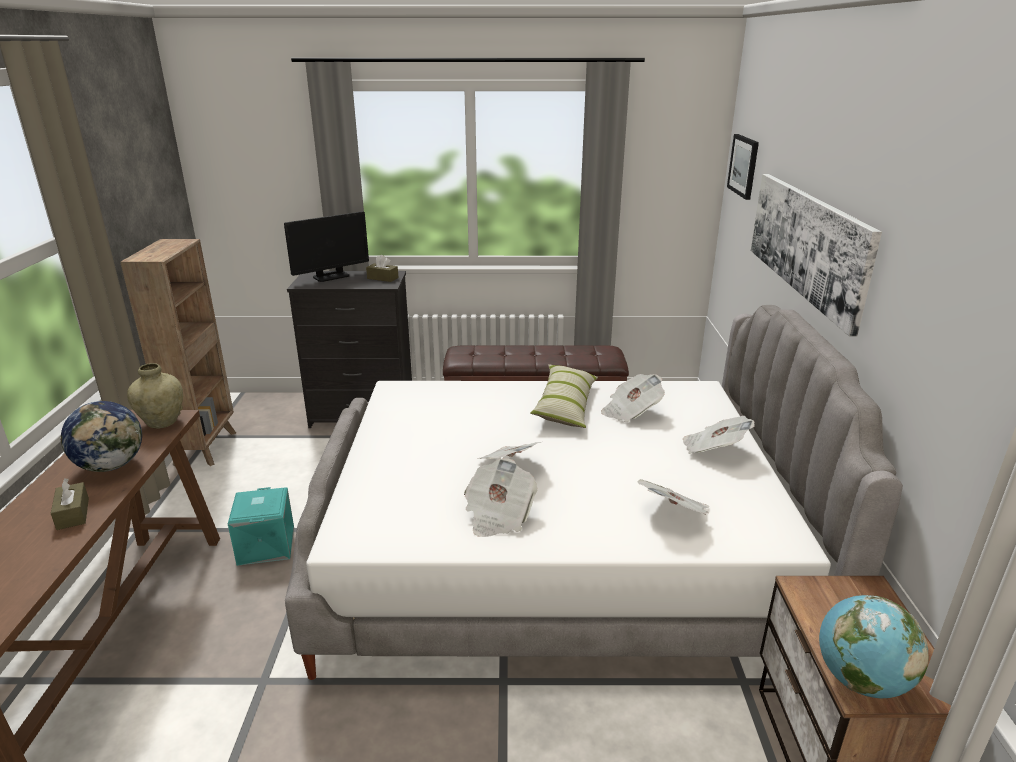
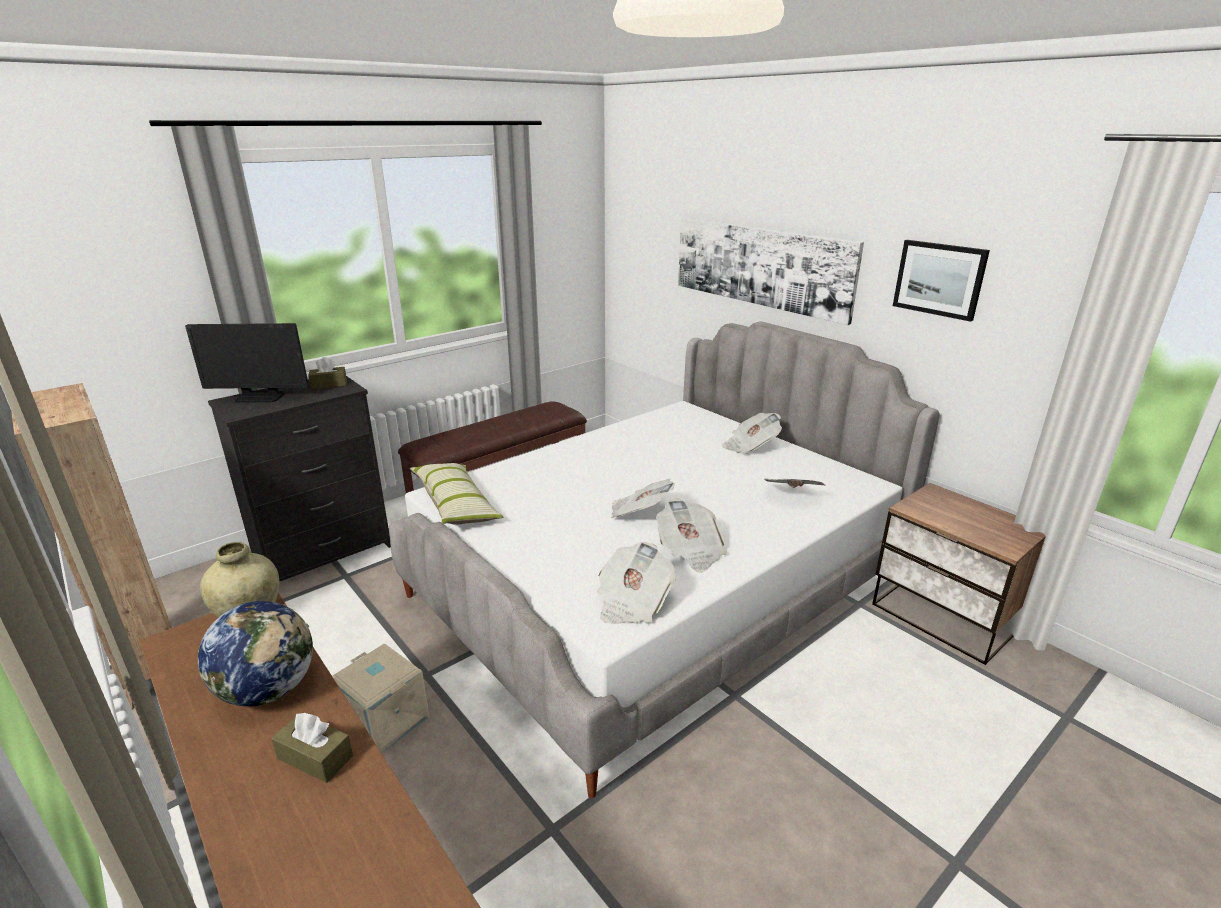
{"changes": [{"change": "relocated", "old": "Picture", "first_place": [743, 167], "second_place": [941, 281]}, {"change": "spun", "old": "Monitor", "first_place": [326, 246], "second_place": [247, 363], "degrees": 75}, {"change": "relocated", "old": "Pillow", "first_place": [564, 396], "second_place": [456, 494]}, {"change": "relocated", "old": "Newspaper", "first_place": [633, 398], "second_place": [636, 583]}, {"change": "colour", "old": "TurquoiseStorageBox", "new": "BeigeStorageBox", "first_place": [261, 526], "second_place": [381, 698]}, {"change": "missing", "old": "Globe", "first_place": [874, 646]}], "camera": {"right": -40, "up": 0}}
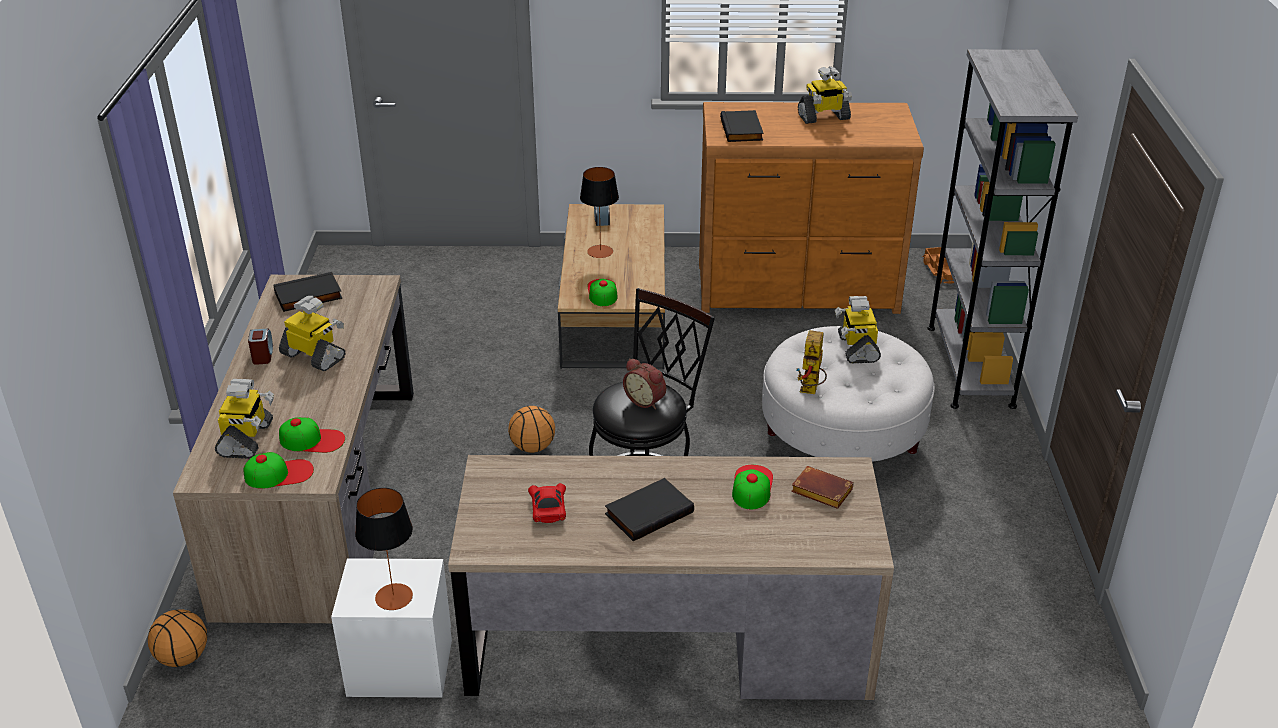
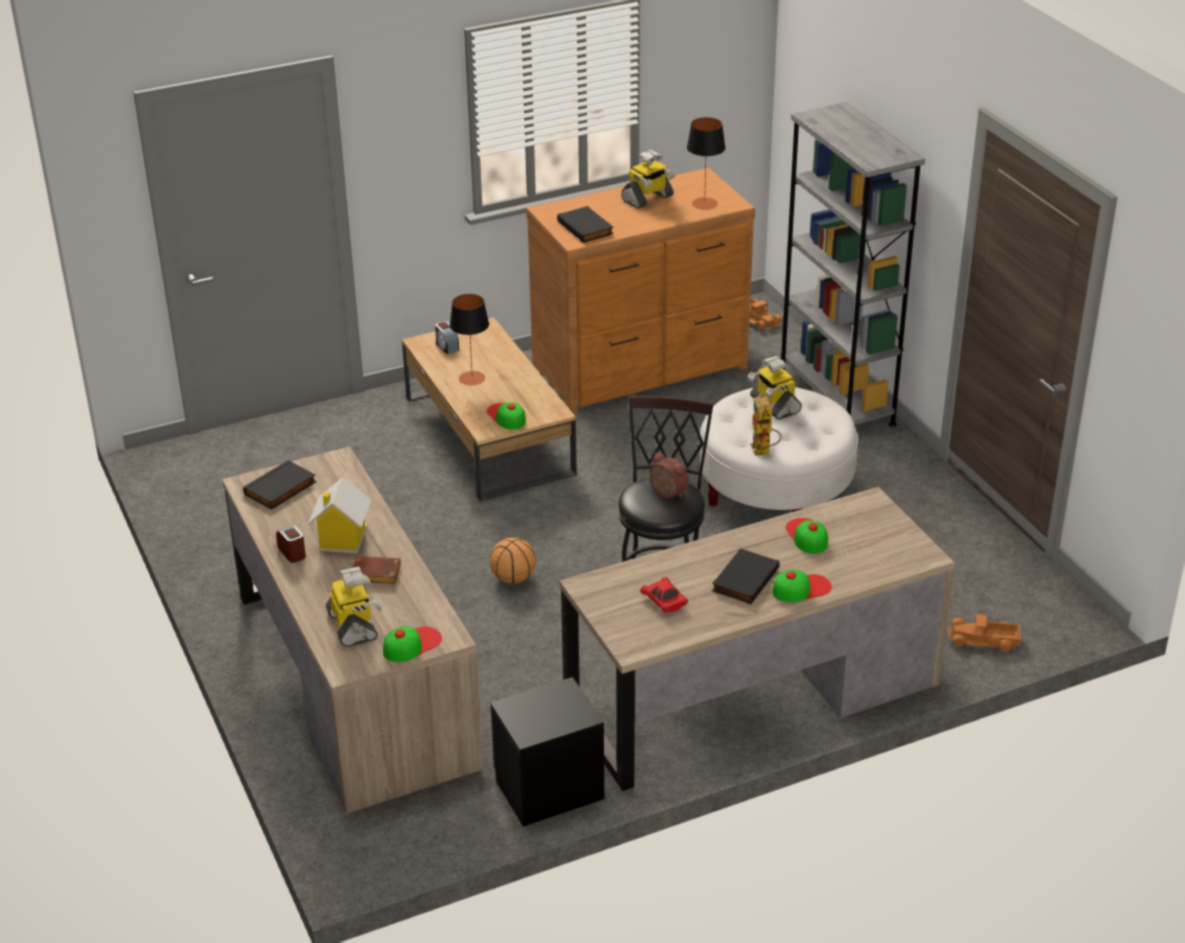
{"changes": [{"change": "exchanged", "old": "ToyRobot", "new": "ToyHouse", "first_place": [312, 333], "second_place": [339, 515]}, {"change": "spun", "old": "AlarmClock", "first_place": [644, 384], "second_place": [669, 475], "degrees": -150}, {"change": "relocated", "old": "Cap", "first_place": [312, 435], "second_place": [802, 585]}, {"change": "relocated", "old": "BrownBook", "first_place": [822, 487], "second_place": [376, 570]}, {"change": "relocated", "old": "TableLamp", "first_place": [384, 549], "second_place": [706, 163]}, {"change": "colour", "old": "WhiteNightstand", "new": "BlackNightstand", "first_place": [391, 628], "second_place": [547, 752]}, {"change": "missing", "old": "Basketball", "first_place": [177, 638]}, {"change": "appeared", "new": "ToyTruck", "second_place": [984, 633]}], "camera": {"right": -25, "up": 0}}
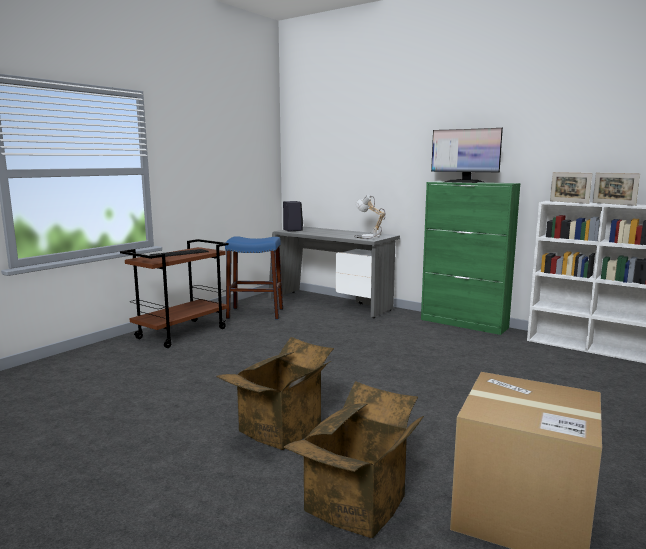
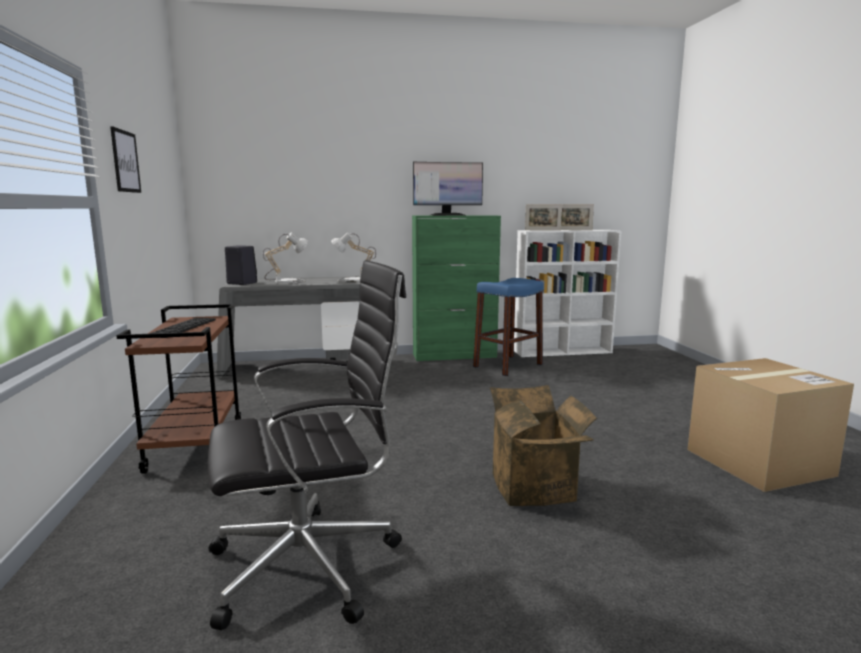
{"changes": [{"change": "relocated", "old": "BlueStool", "first_place": [254, 277], "second_place": [508, 327]}, {"change": "missing", "old": "CardboardBox", "first_place": [353, 459]}, {"change": "appeared", "new": "Picture", "second_place": [125, 159]}, {"change": "appeared", "new": "TableLamp", "second_place": [285, 257]}, {"change": "appeared", "new": "BlackOfficeChair", "second_place": [307, 445]}], "camera": {"right": -45, "up": 0}}
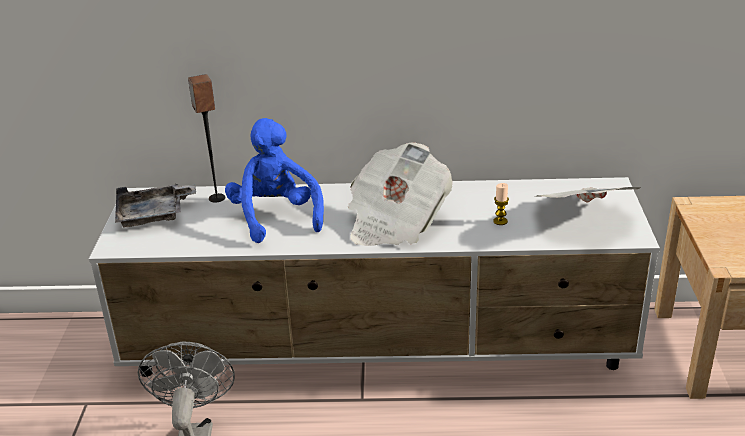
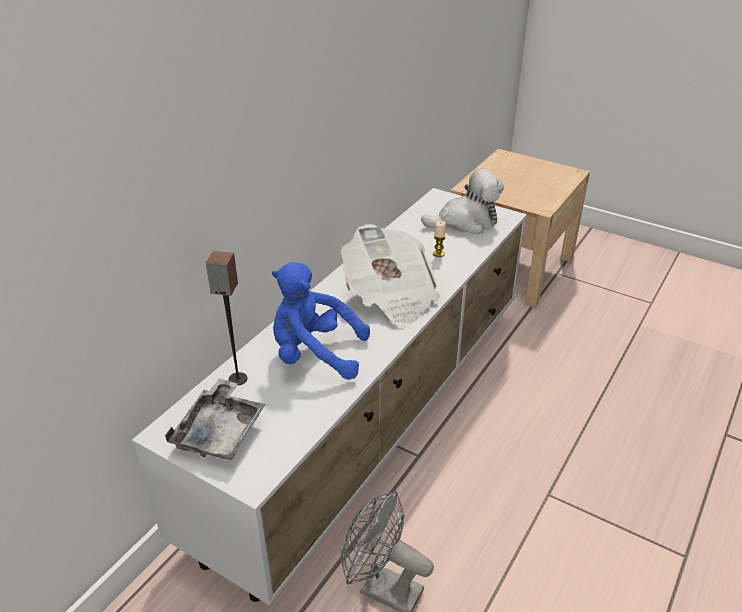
{"changes": [{"change": "exchanged", "old": "Newspaper", "new": "PlushToy", "first_place": [588, 195], "second_place": [462, 201]}], "camera": {"right": -60, "up": 5}}
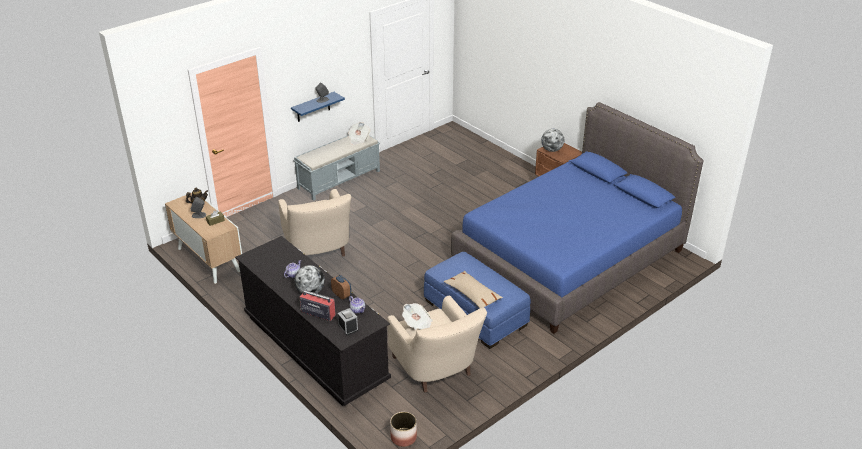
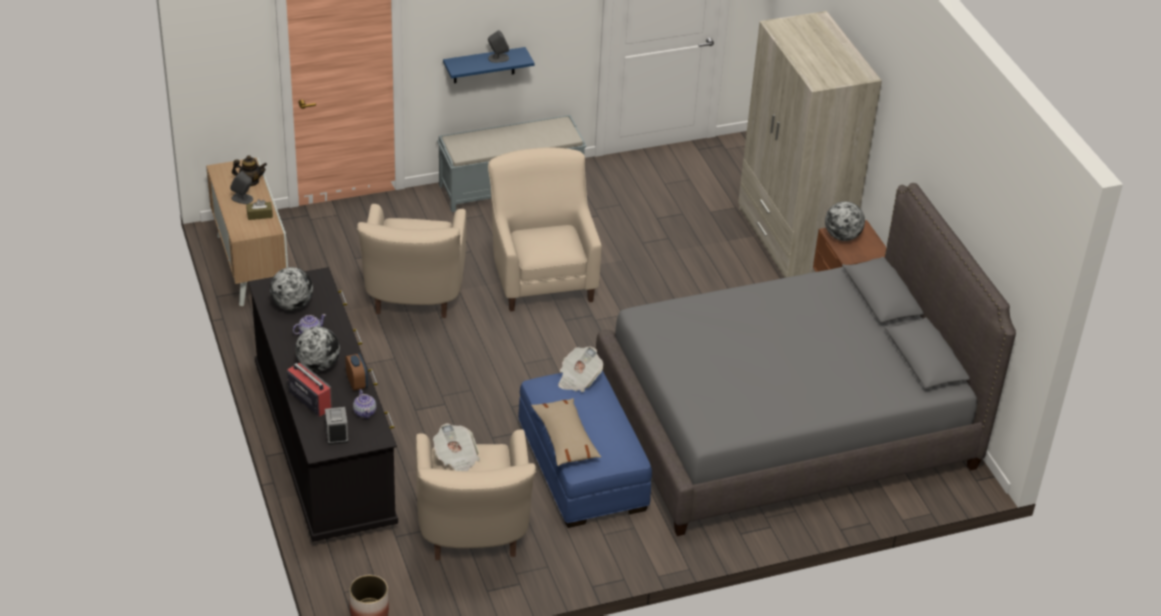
{"changes": [{"change": "colour", "old": "BlueBed", "new": "GreyBed", "first_place": [577, 218], "second_place": [806, 359]}, {"change": "relocated", "old": "Newspaper", "first_place": [359, 133], "second_place": [580, 369]}, {"change": "appeared", "new": "BeigeWardrobe", "second_place": [810, 144]}, {"change": "appeared", "new": "BeigeArmchair", "second_place": [545, 229]}, {"change": "appeared", "new": "Globe", "second_place": [291, 288]}], "camera": {"right": 20, "up": 5}}
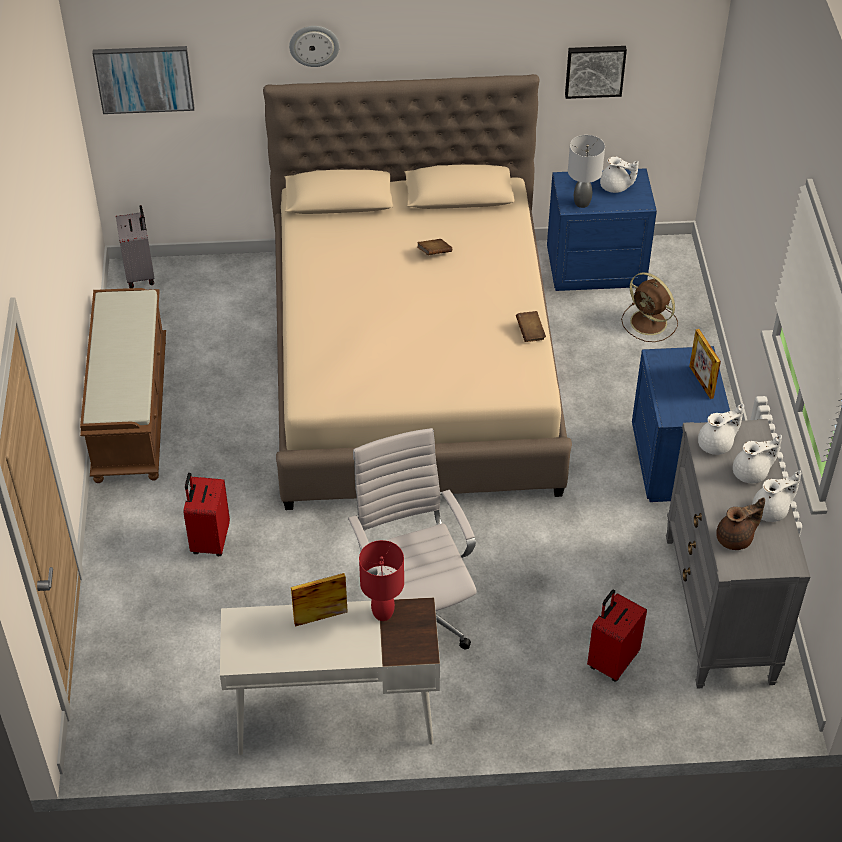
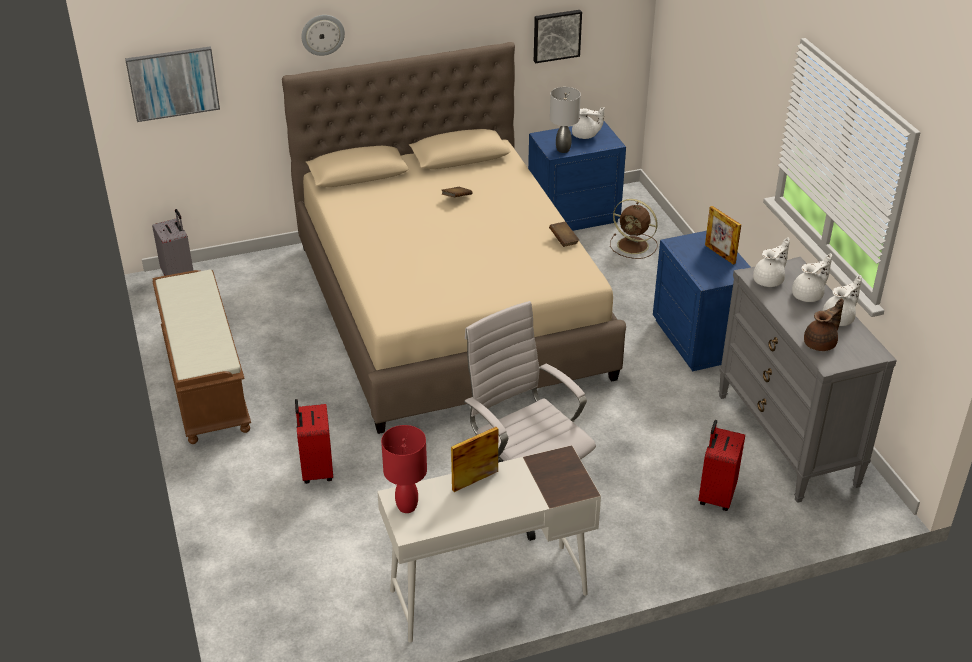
{"changes": [{"change": "relocated", "old": "RedTableLamp", "first_place": [381, 580], "second_place": [404, 469]}], "camera": {"right": -15, "up": -10}}
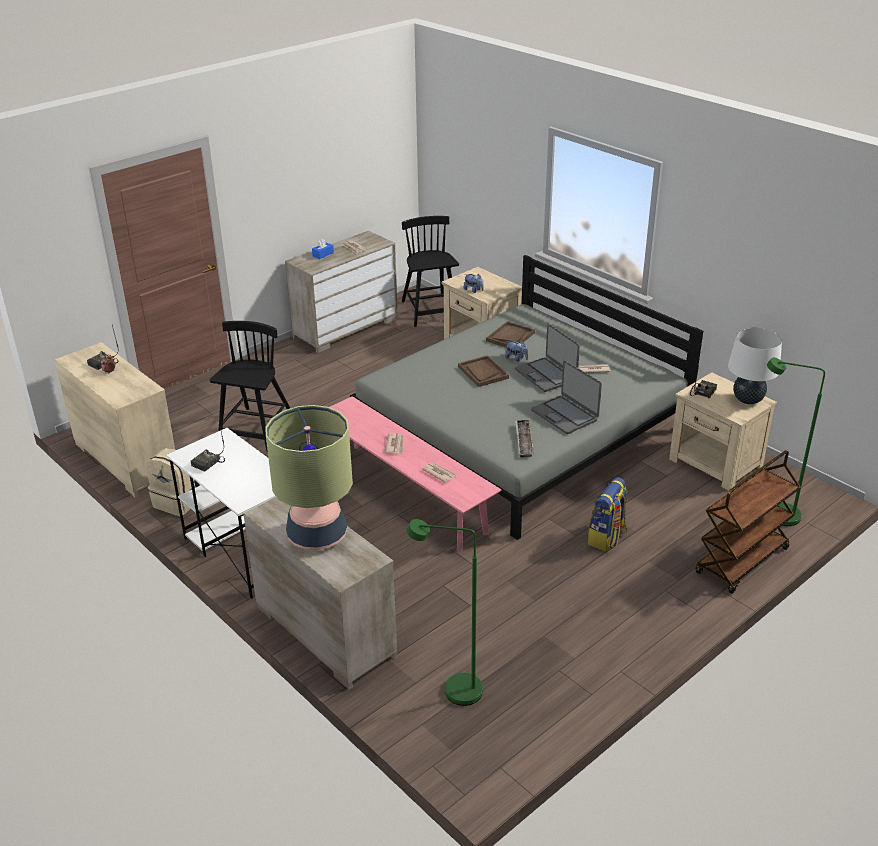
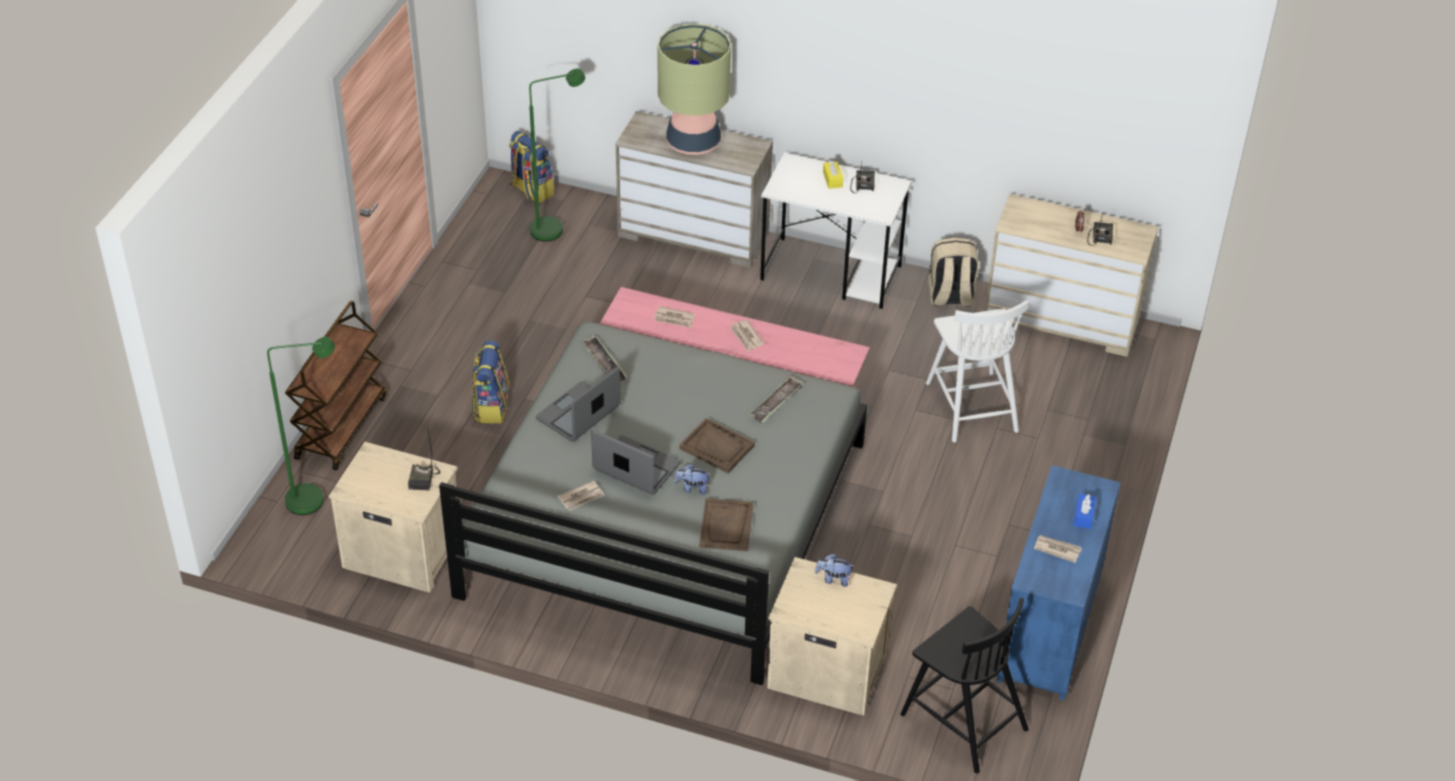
{"changes": [{"change": "colour", "old": "BeigeDresser", "new": "BlueDresser", "first_place": [341, 292], "second_place": [1058, 582]}, {"change": "colour", "old": "BlackChair", "new": "WhiteChair", "first_place": [250, 386], "second_place": [977, 371]}, {"change": "missing", "old": "WhiteTableLamp", "first_place": [755, 366]}, {"change": "spun", "old": "Laptop", "first_place": [566, 397], "second_place": [578, 404], "degrees": -75}, {"change": "appeared", "new": "Backpack", "second_place": [531, 167]}, {"change": "appeared", "new": "YellowTissueBox", "second_place": [833, 175]}, {"change": "appeared", "new": "Tray", "second_place": [776, 399]}], "camera": {"right": 150, "up": 10}}
